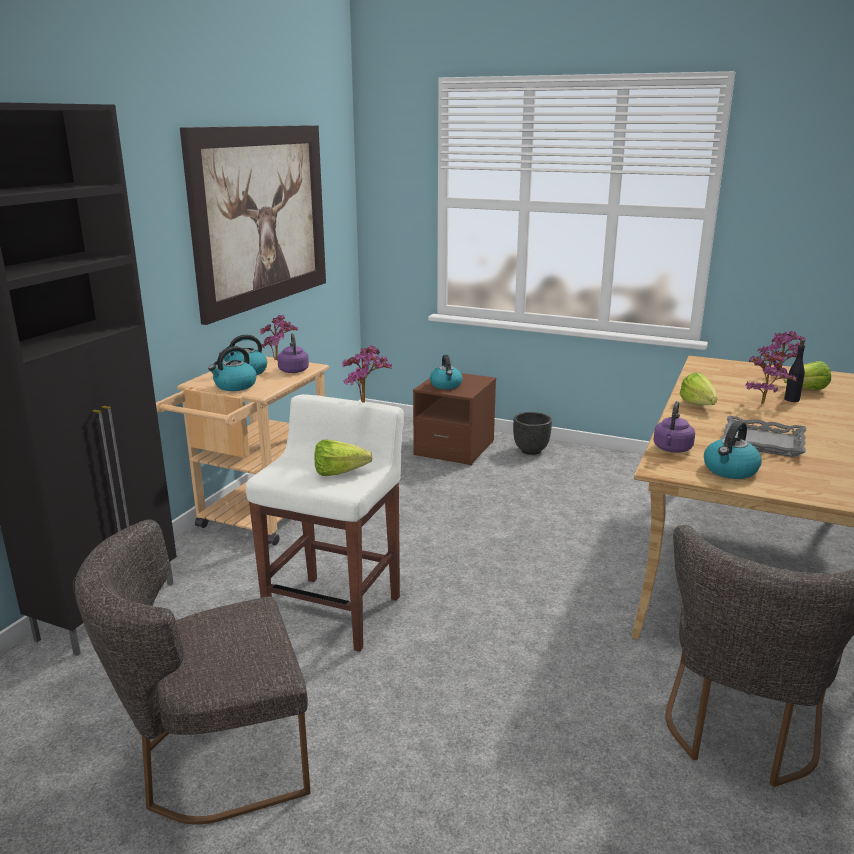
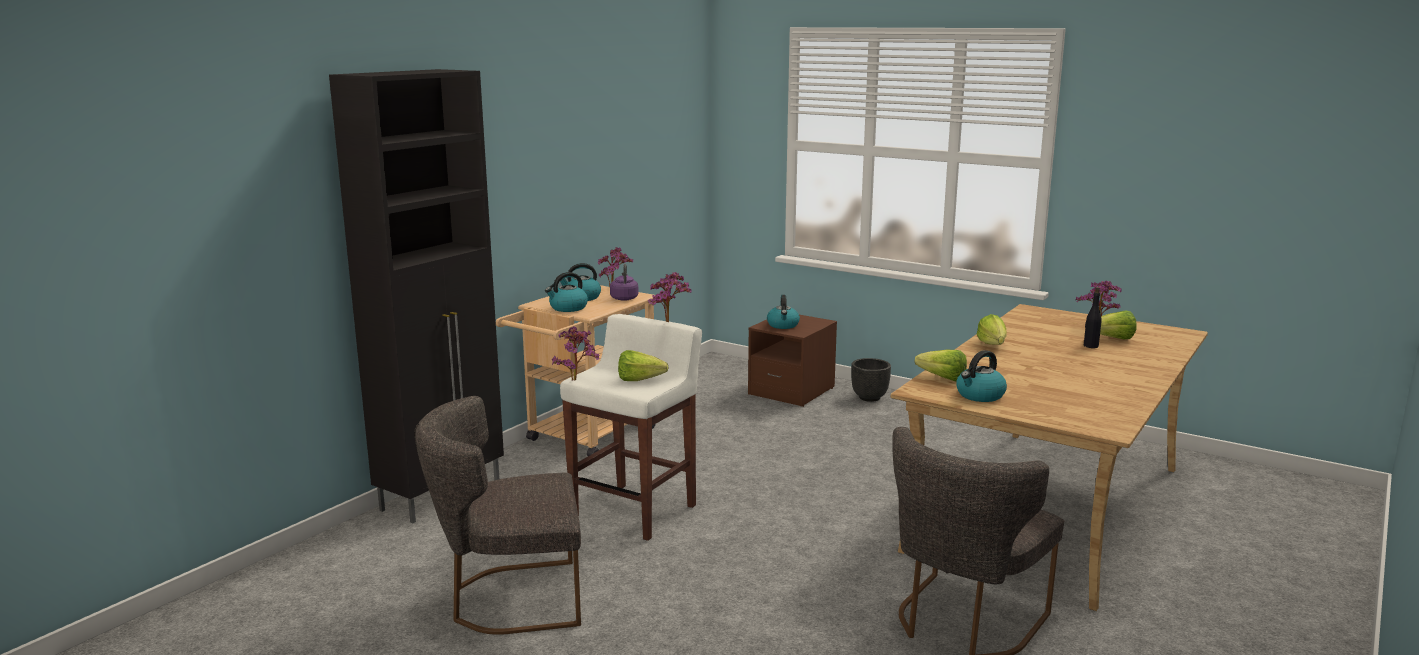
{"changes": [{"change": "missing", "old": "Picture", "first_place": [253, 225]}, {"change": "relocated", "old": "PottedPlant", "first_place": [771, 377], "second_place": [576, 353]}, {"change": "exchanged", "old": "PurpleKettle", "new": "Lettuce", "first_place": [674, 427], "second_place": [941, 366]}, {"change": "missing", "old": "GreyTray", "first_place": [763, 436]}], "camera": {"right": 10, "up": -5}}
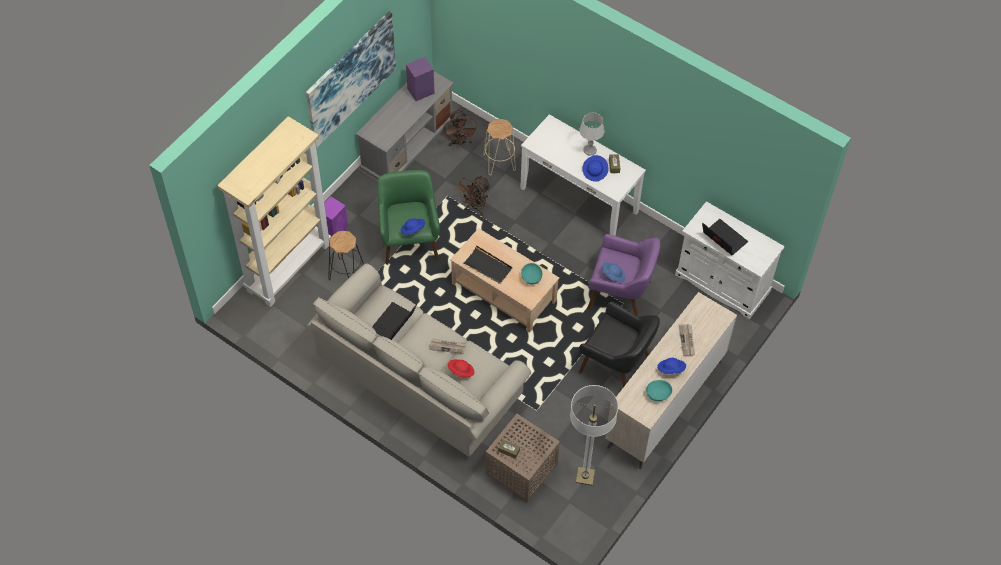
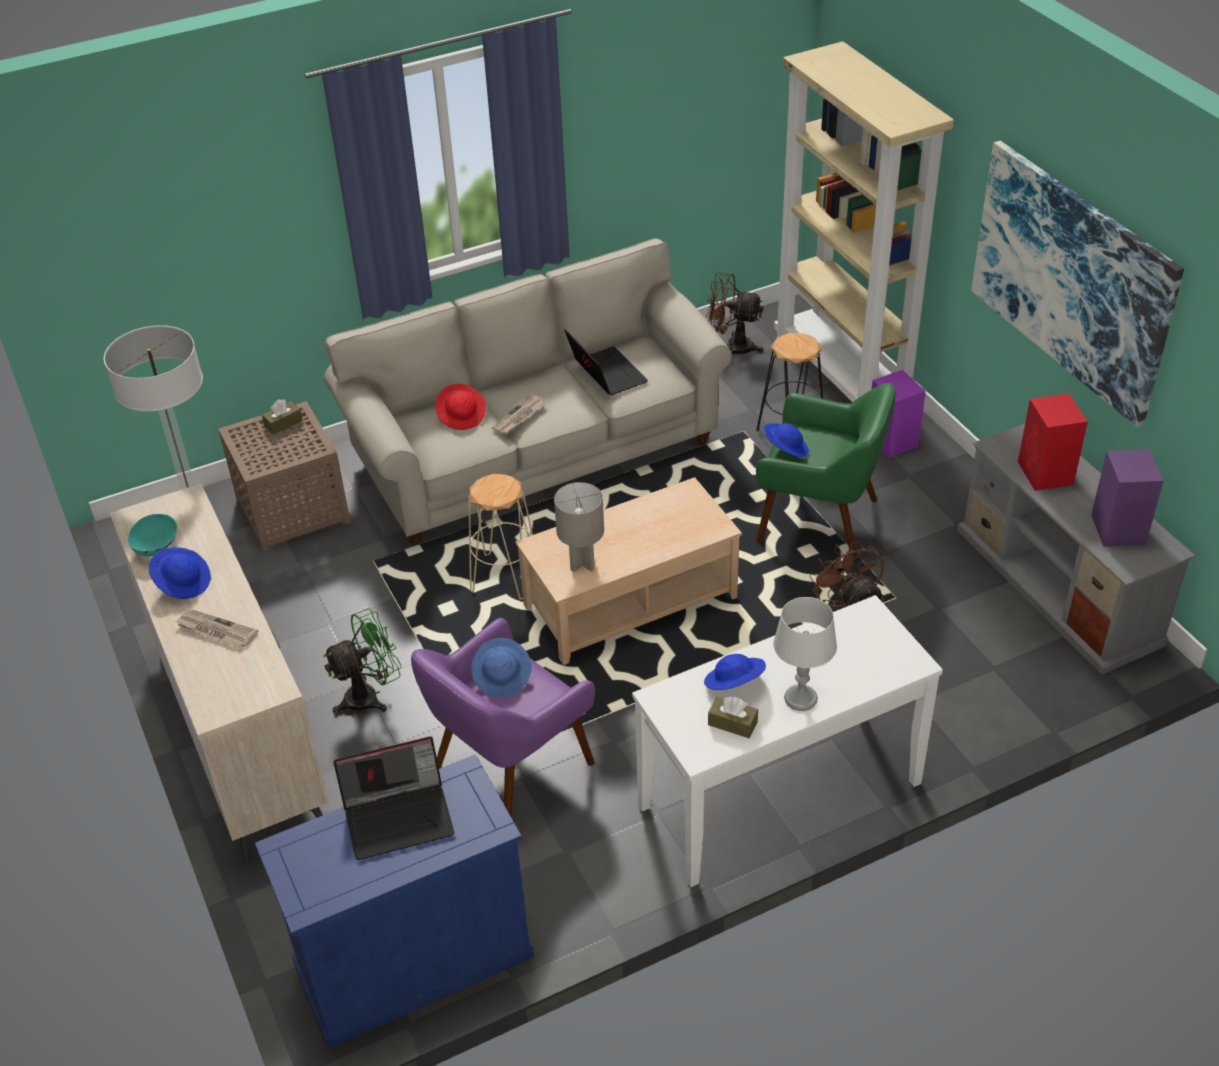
{"changes": [{"change": "relocated", "old": "BrownFan", "first_place": [460, 127], "second_place": [734, 313]}, {"change": "relocated", "old": "BeigeStool", "first_place": [499, 147], "second_place": [500, 537]}, {"change": "colour", "old": "WhiteCabinet", "new": "BlueCabinet", "first_place": [730, 260], "second_place": [394, 901]}, {"change": "missing", "old": "BlackTray", "first_place": [487, 264]}, {"change": "exchanged", "old": "TurquoiseBowl", "new": "GreyTableLamp", "first_place": [531, 274], "second_place": [579, 527]}, {"change": "exchanged", "old": "BlackArmchair", "new": "GreenFan", "first_place": [619, 344], "second_place": [362, 661]}, {"change": "appeared", "new": "RedSpeaker", "second_place": [1053, 442]}], "camera": {"right": 120, "up": -15}}
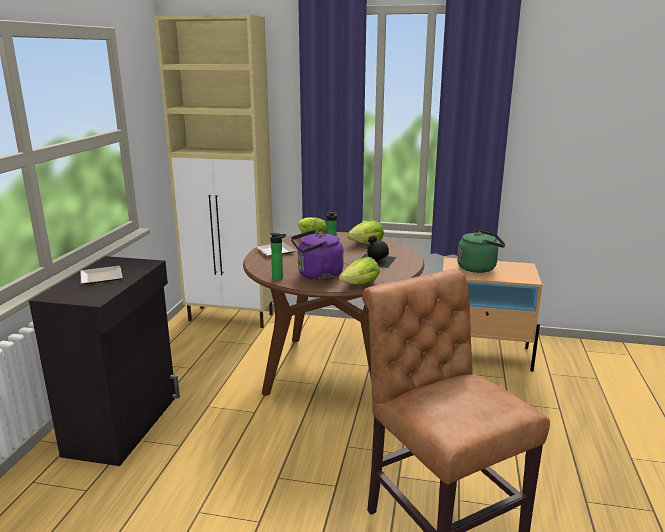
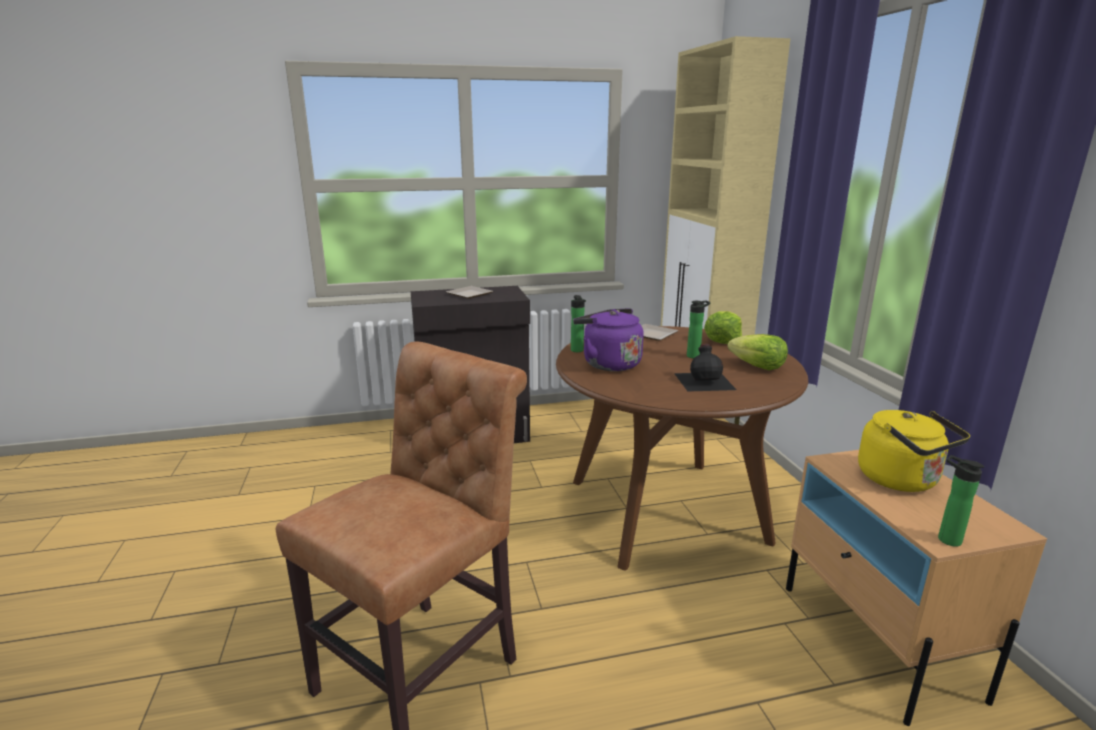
{"changes": [{"change": "colour", "old": "GreenKettle", "new": "YellowKettle", "first_place": [481, 251], "second_place": [914, 451]}, {"change": "missing", "old": "Lettuce", "first_place": [359, 270]}, {"change": "appeared", "new": "Bottle", "second_place": [961, 501]}], "camera": {"right": 65, "up": 0}}
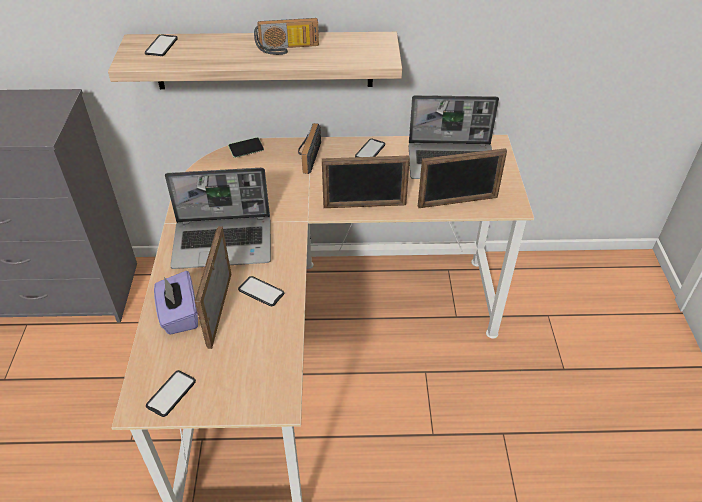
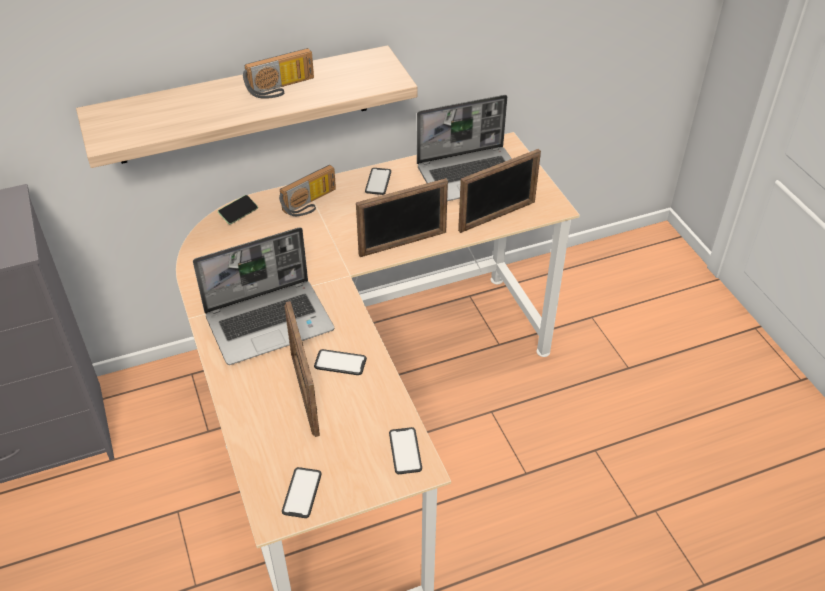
{"changes": [{"change": "relocated", "old": "Phone", "first_place": [161, 45], "second_place": [405, 450]}, {"change": "spun", "old": "Radio", "first_place": [309, 148], "second_place": [307, 190], "degrees": -120}, {"change": "missing", "old": "PurpleTissueBox", "first_place": [176, 303]}], "camera": {"right": -20, "up": 0}}
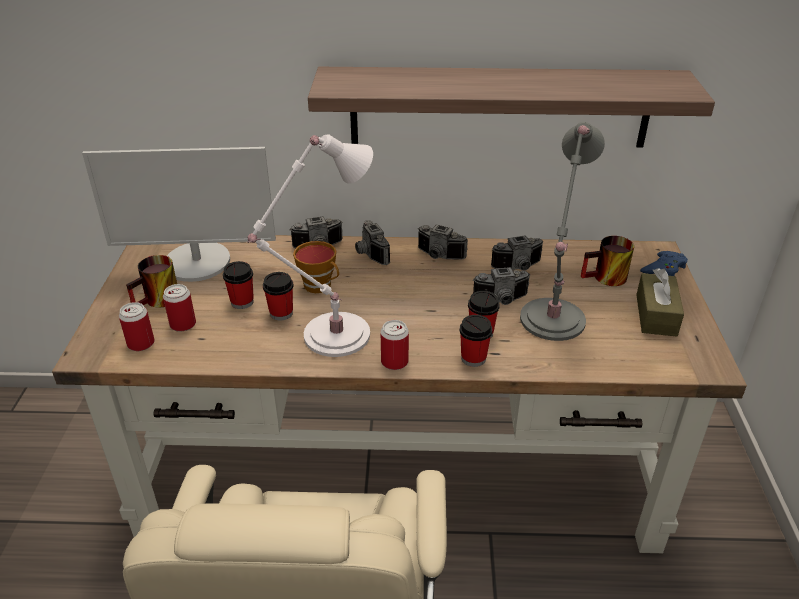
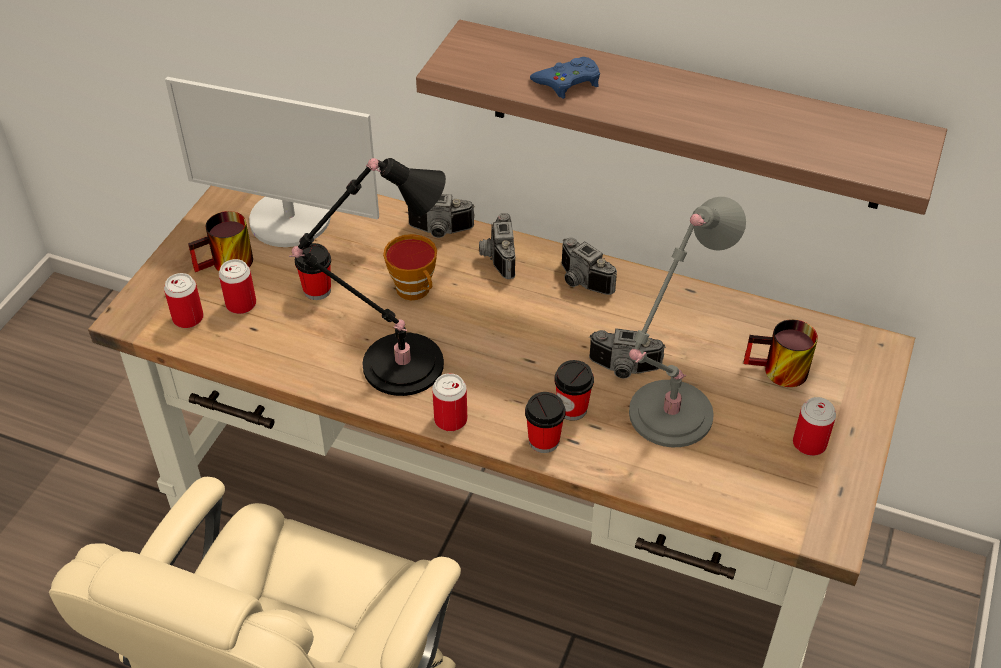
{"changes": [{"change": "colour", "old": "WhiteTableLamp", "new": "BlackTableLamp", "first_place": [310, 245], "second_place": [367, 277]}, {"change": "missing", "old": "PhotoCamera", "first_place": [517, 253]}, {"change": "relocated", "old": "BlueGameController", "first_place": [664, 263], "second_place": [565, 78]}, {"change": "exchanged", "old": "BrownTissueBox", "new": "Can", "first_place": [660, 302], "second_place": [814, 426]}, {"change": "missing", "old": "Cup", "first_place": [278, 296]}], "camera": {"right": 20, "up": 10}}
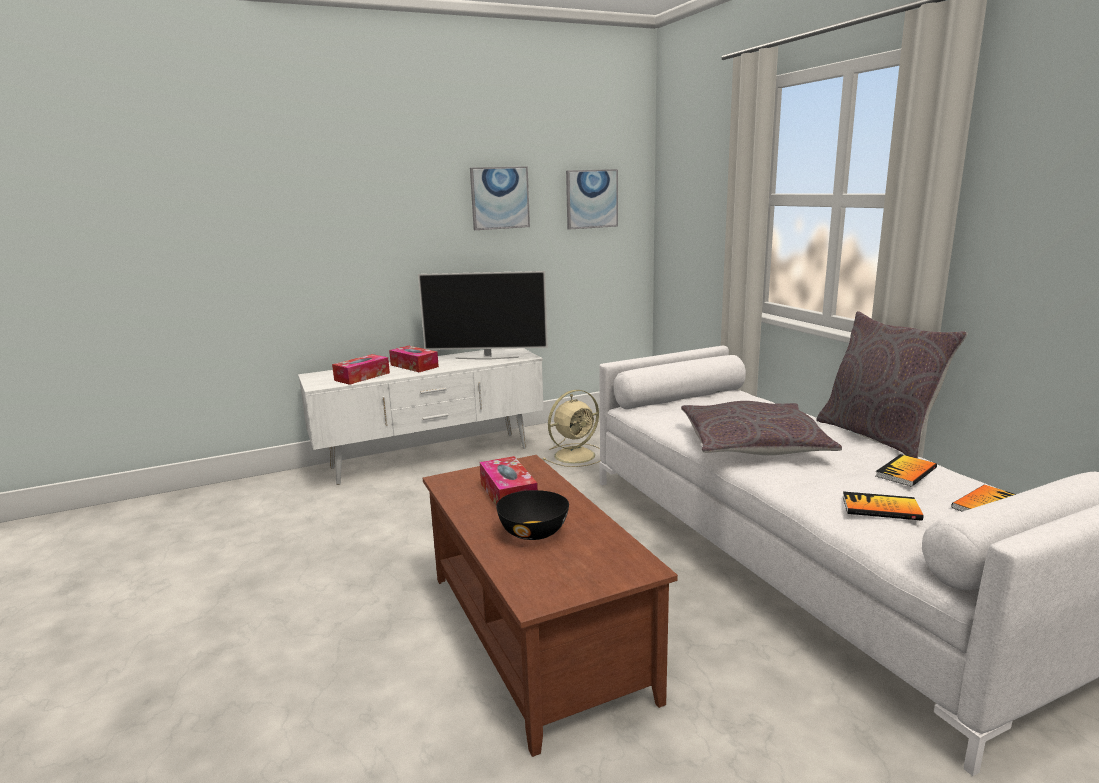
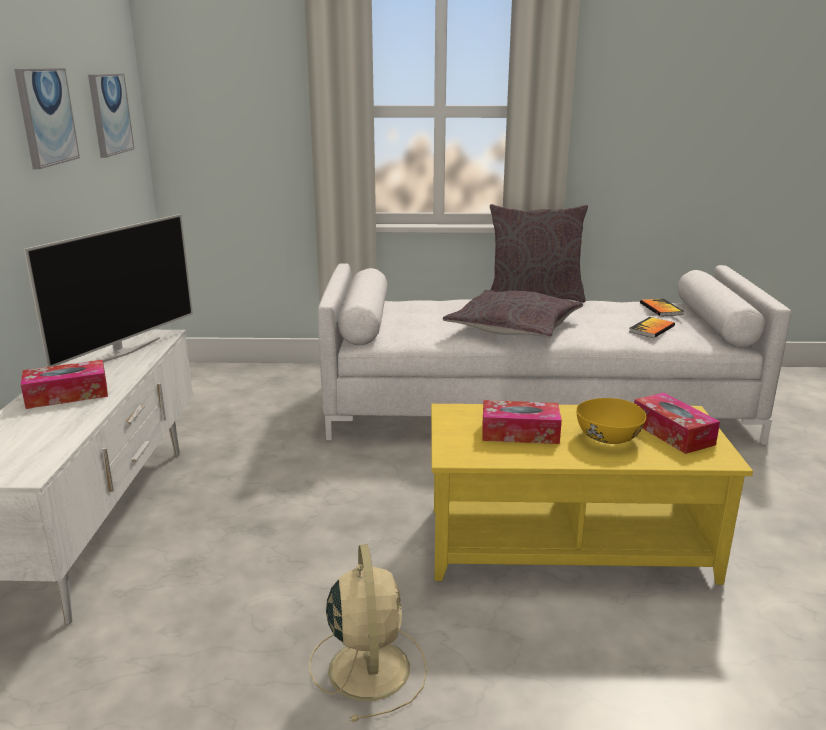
{"changes": [{"change": "relocated", "old": "TissueBox", "first_place": [361, 369], "second_place": [677, 423]}, {"change": "relocated", "old": "BeigeFan", "first_place": [571, 428], "second_place": [368, 633]}, {"change": "missing", "old": "Book", "first_place": [906, 470]}, {"change": "colour", "old": "BrownCoffeeTable", "new": "YellowCoffeeTable", "first_place": [550, 606], "second_place": [592, 494]}, {"change": "colour", "old": "BlackBowl", "new": "YellowBowl", "first_place": [532, 515], "second_place": [611, 421]}], "camera": {"right": -65, "up": 5}}
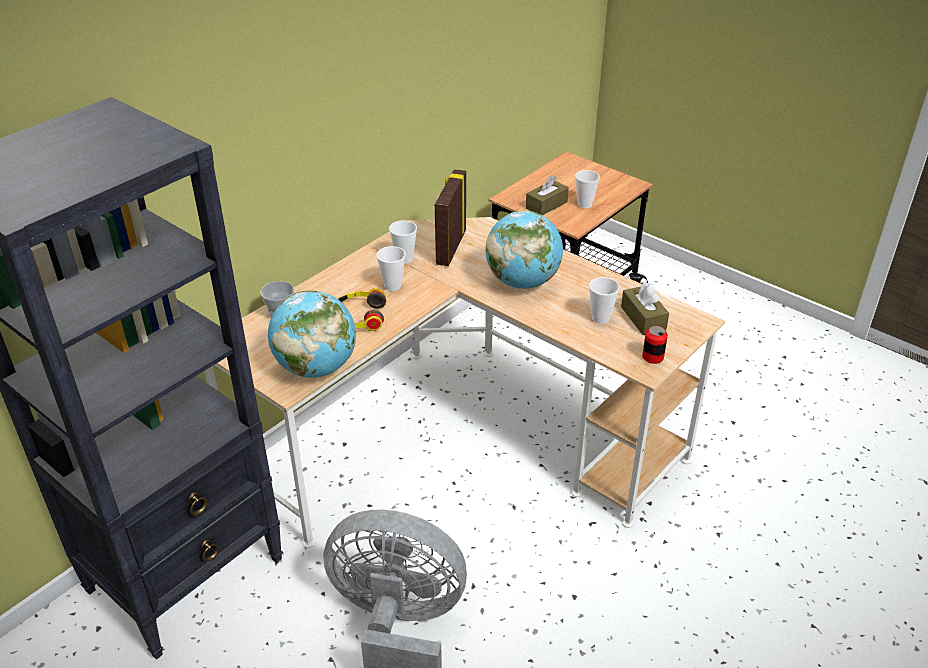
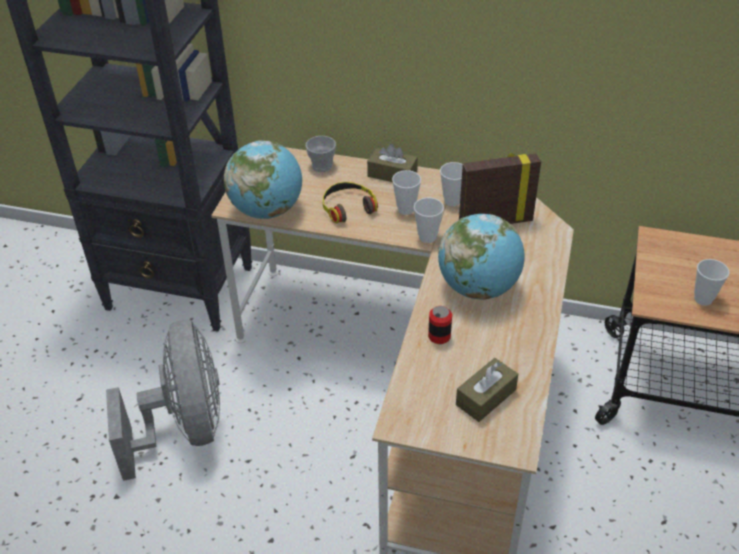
{"changes": [{"change": "relocated", "old": "BrownTissueBox", "first_place": [547, 195], "second_place": [392, 163]}, {"change": "relocated", "old": "Cup", "first_place": [604, 300], "second_place": [429, 220]}, {"change": "relocated", "old": "Can", "first_place": [655, 345], "second_place": [440, 325]}], "camera": {"right": 65, "up": 5}}
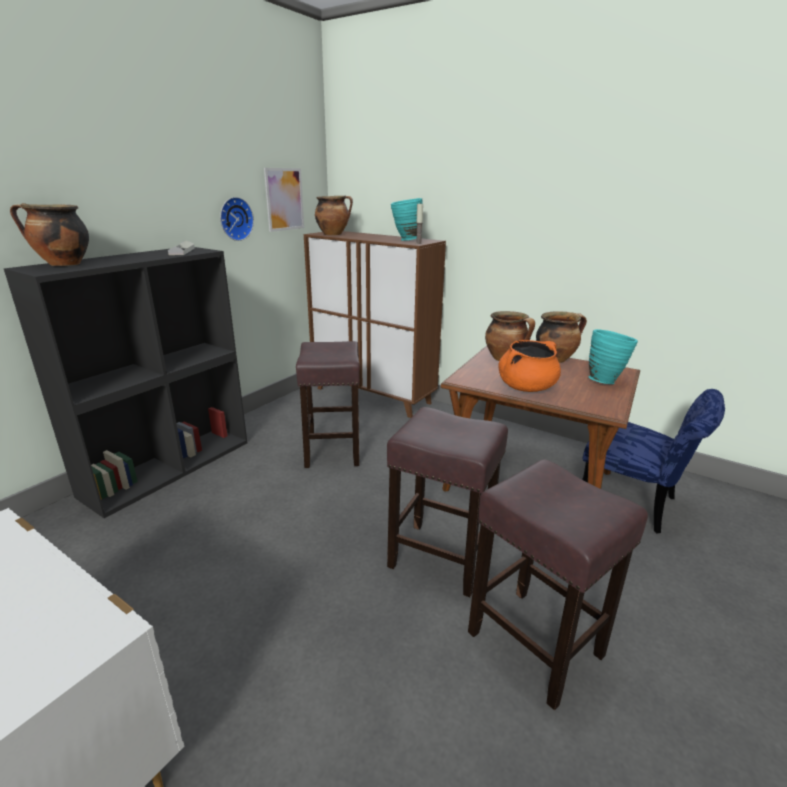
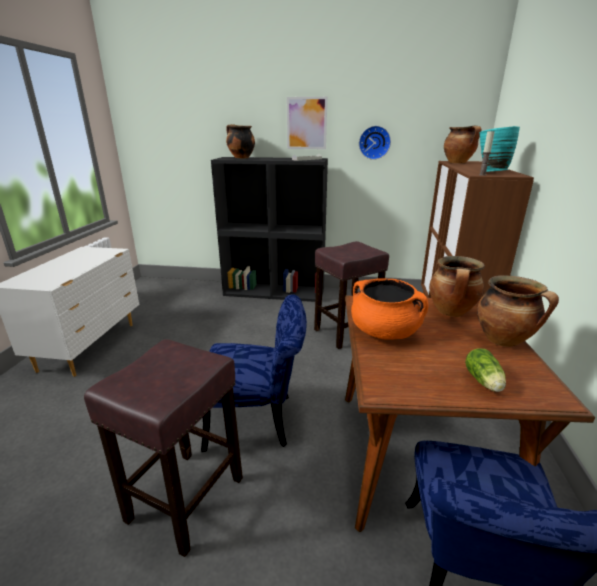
{"changes": [{"change": "relocated", "old": "Picture", "first_place": [284, 200], "second_place": [307, 123]}, {"change": "exchanged", "old": "TurquoiseVase", "new": "Lettuce", "first_place": [613, 356], "second_place": [485, 370]}, {"change": "exchanged", "old": "BrownStool", "new": "BlueChair", "first_place": [447, 502], "second_place": [254, 373]}], "camera": {"right": 65, "up": 0}}
